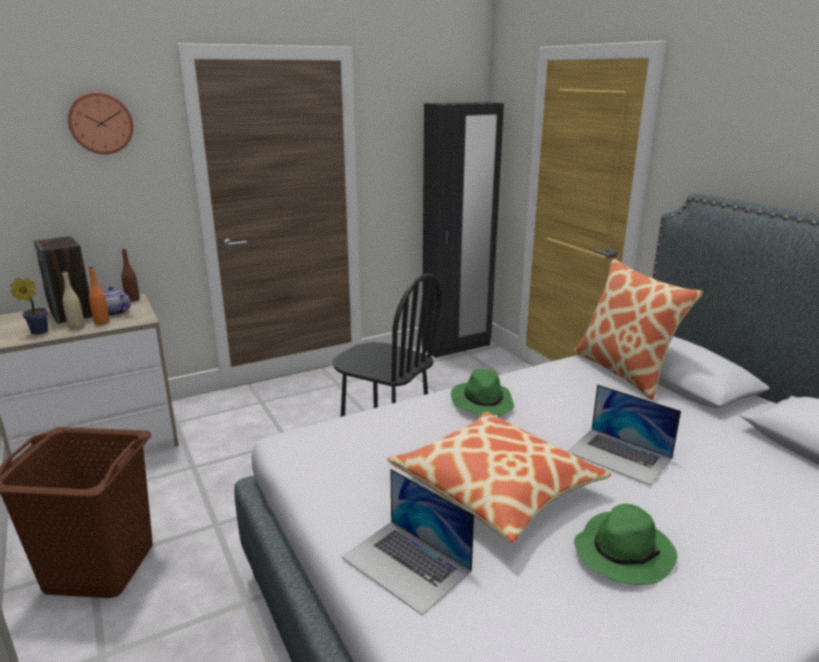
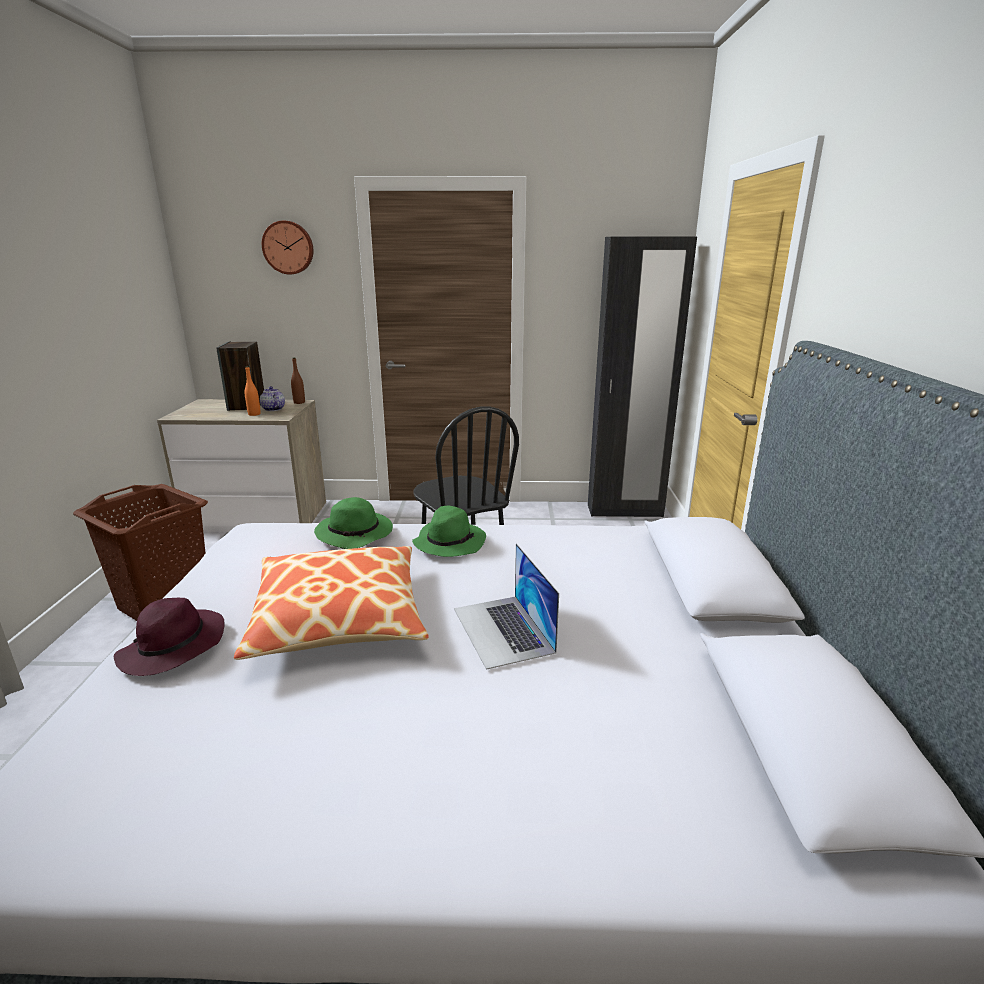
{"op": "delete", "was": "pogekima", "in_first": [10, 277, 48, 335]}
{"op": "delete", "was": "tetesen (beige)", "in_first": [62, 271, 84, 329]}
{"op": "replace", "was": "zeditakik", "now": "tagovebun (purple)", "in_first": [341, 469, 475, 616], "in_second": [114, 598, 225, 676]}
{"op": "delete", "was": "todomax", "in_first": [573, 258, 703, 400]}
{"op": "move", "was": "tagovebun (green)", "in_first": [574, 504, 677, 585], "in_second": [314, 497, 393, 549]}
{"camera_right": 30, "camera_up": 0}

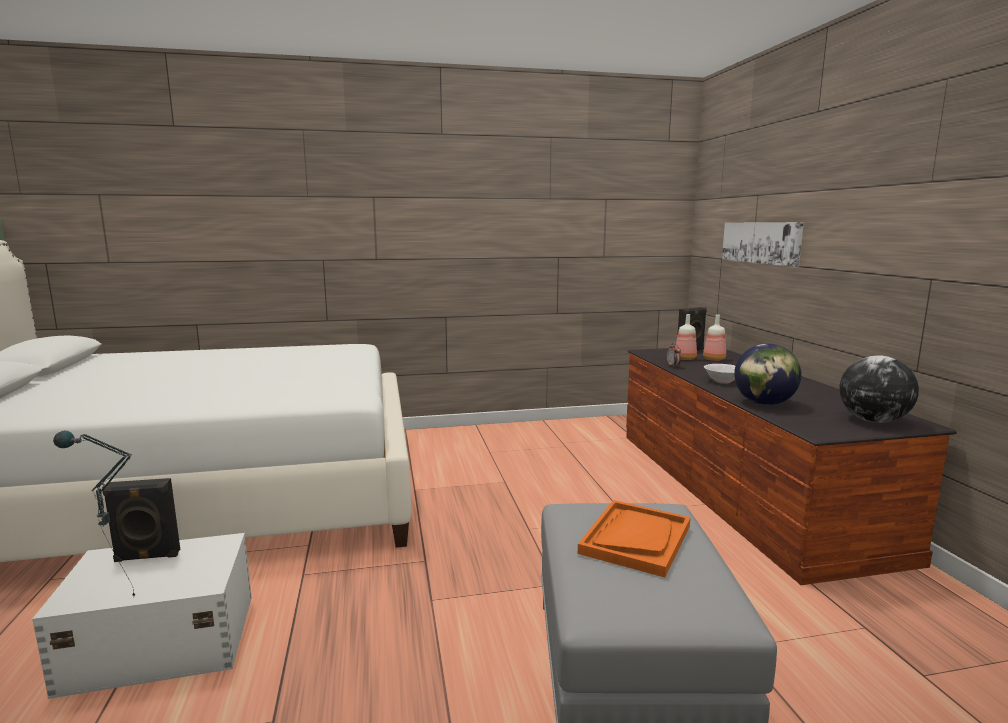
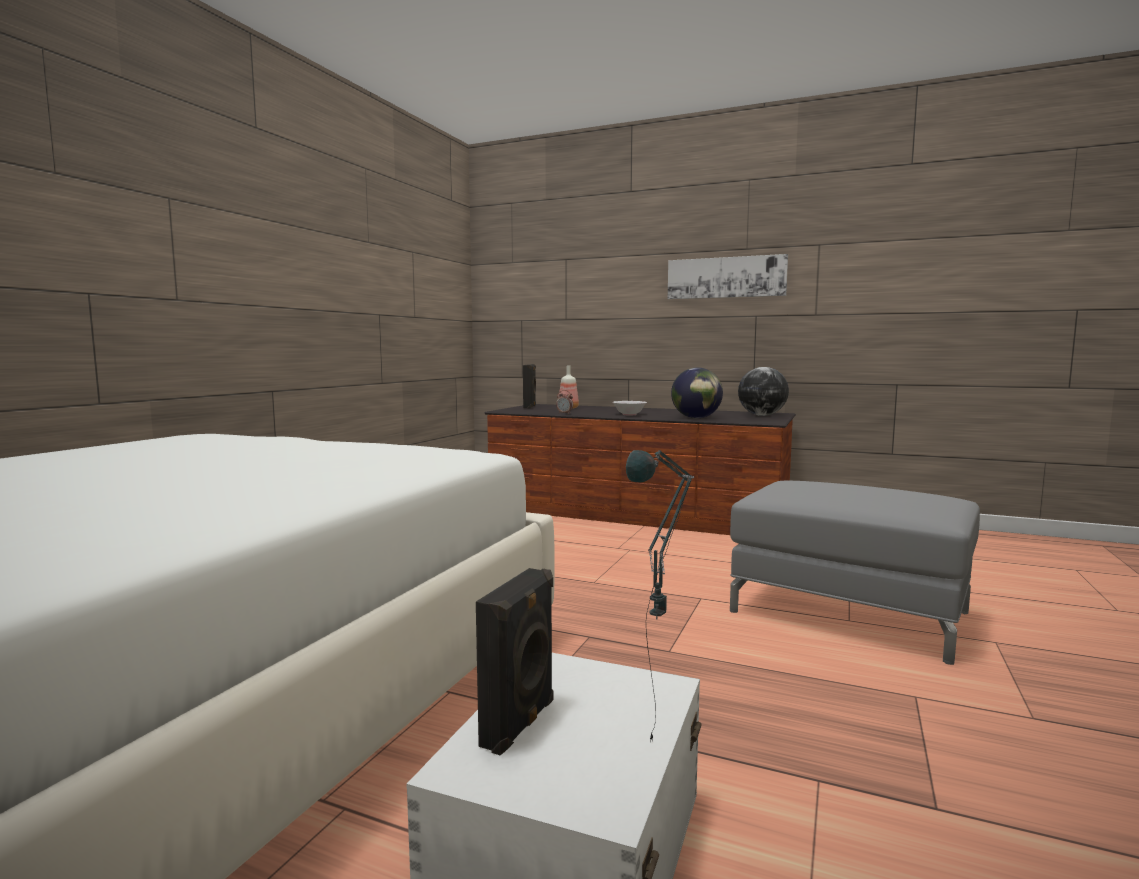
{"op": "delete", "was": "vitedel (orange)", "in_first": [578, 500, 691, 578]}
{"op": "delete", "was": "tetesen", "in_first": [675, 314, 697, 360]}
{"op": "move", "was": "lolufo", "in_first": [722, 222, 804, 267], "in_second": [668, 254, 788, 299]}
{"camera_right": -55, "camera_up": -5}

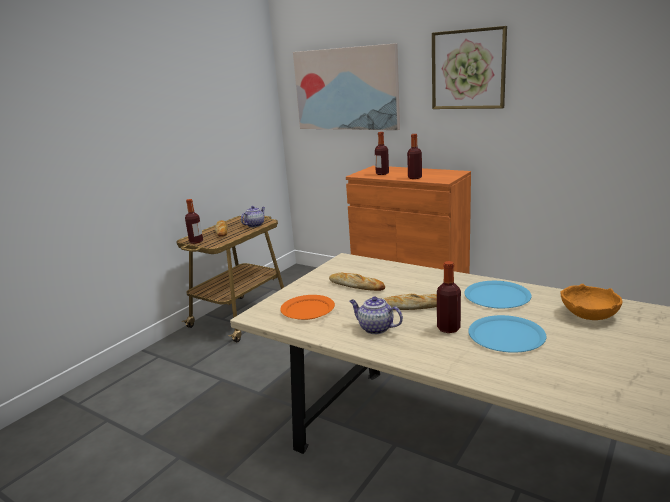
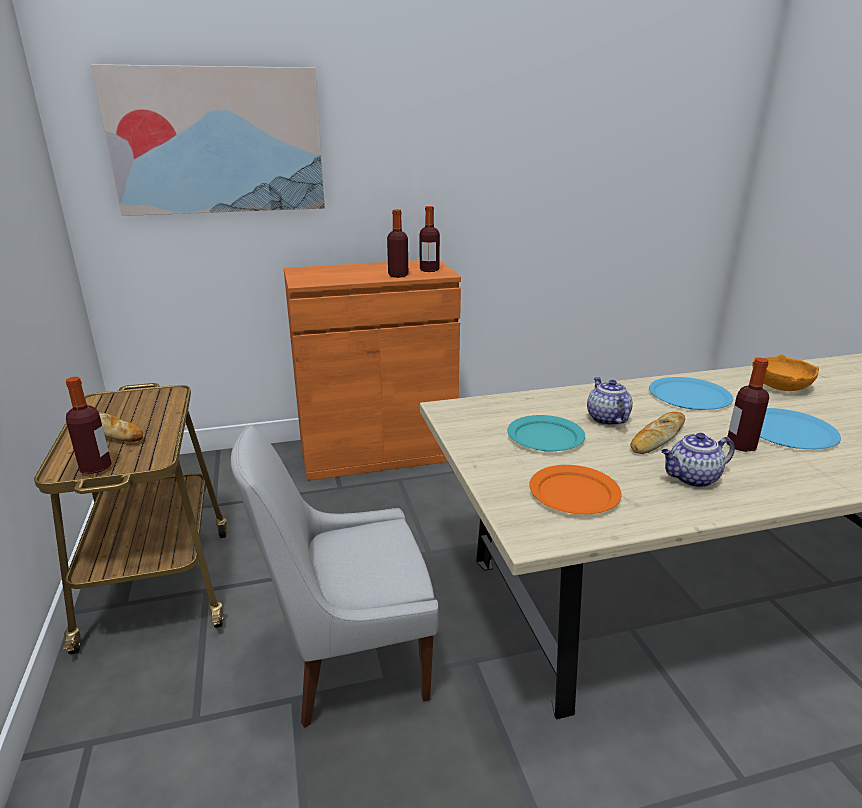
{"op": "move", "was": "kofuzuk", "in_first": [241, 206, 265, 227], "in_second": [587, 377, 633, 426]}
{"op": "replace", "was": "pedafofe", "now": "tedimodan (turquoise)", "in_first": [329, 273, 385, 291], "in_second": [507, 415, 585, 451]}
{"op": "move", "was": "tetesen", "in_first": [375, 132, 389, 175], "in_second": [419, 206, 440, 272]}
{"op": "delete", "was": "lolufo", "in_first": [432, 26, 507, 109]}
{"op": "insert", "now": "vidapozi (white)", "in_second": [231, 425, 438, 728]}
{"camera_right": -50, "camera_up": 5}

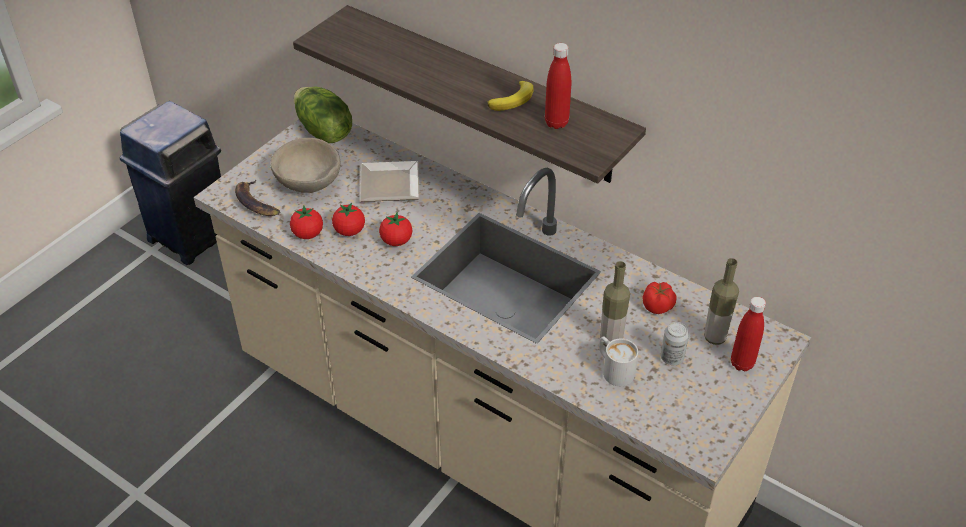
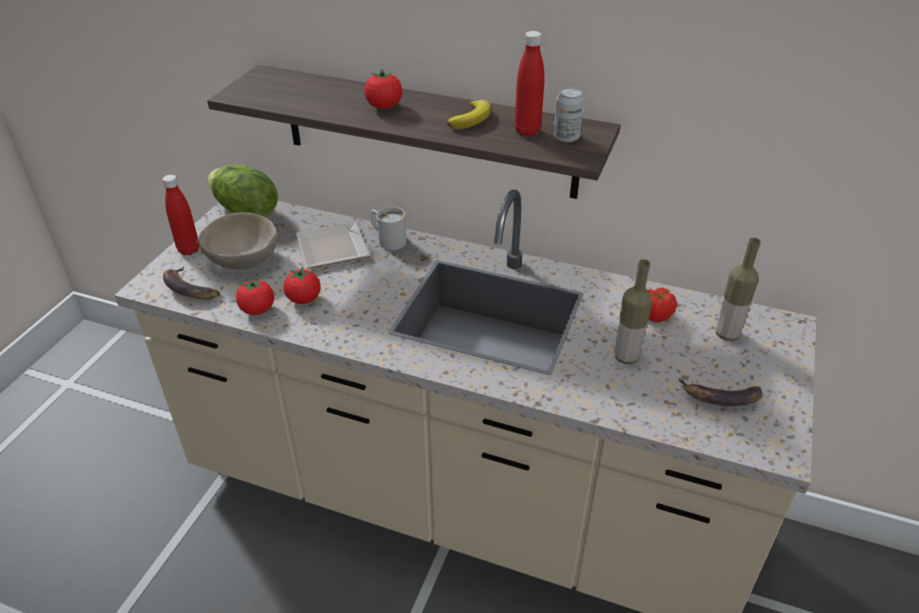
{"op": "delete", "was": "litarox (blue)", "in_first": [120, 101, 221, 265]}
{"op": "move", "was": "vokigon", "in_first": [379, 212, 412, 246], "in_second": [364, 69, 403, 109]}
{"op": "move", "was": "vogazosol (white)", "in_first": [599, 336, 638, 386], "in_second": [371, 207, 407, 250]}
{"op": "move", "was": "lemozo", "in_first": [661, 322, 689, 365], "in_second": [554, 88, 584, 142]}
{"op": "move", "was": "tetesen (red)", "in_first": [731, 297, 766, 371], "in_second": [162, 175, 199, 255]}
{"op": "insert", "now": "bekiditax", "in_second": [679, 378, 763, 406]}
{"camera_right": -15, "camera_up": -5}

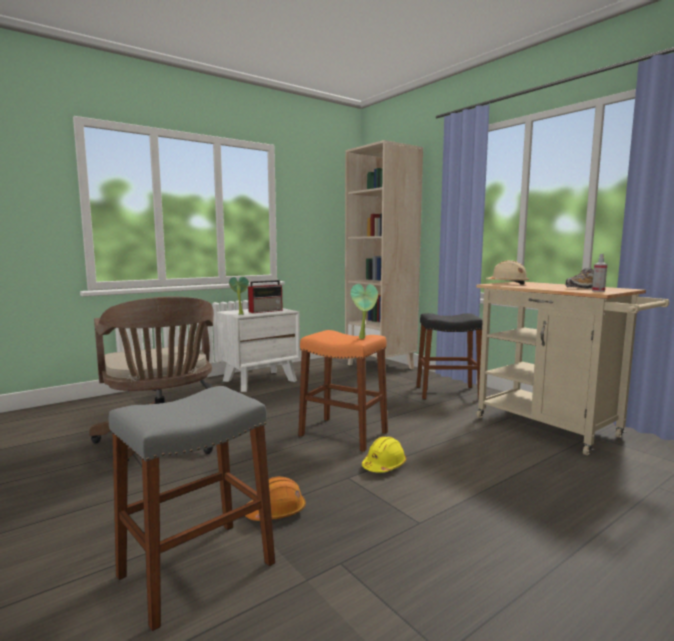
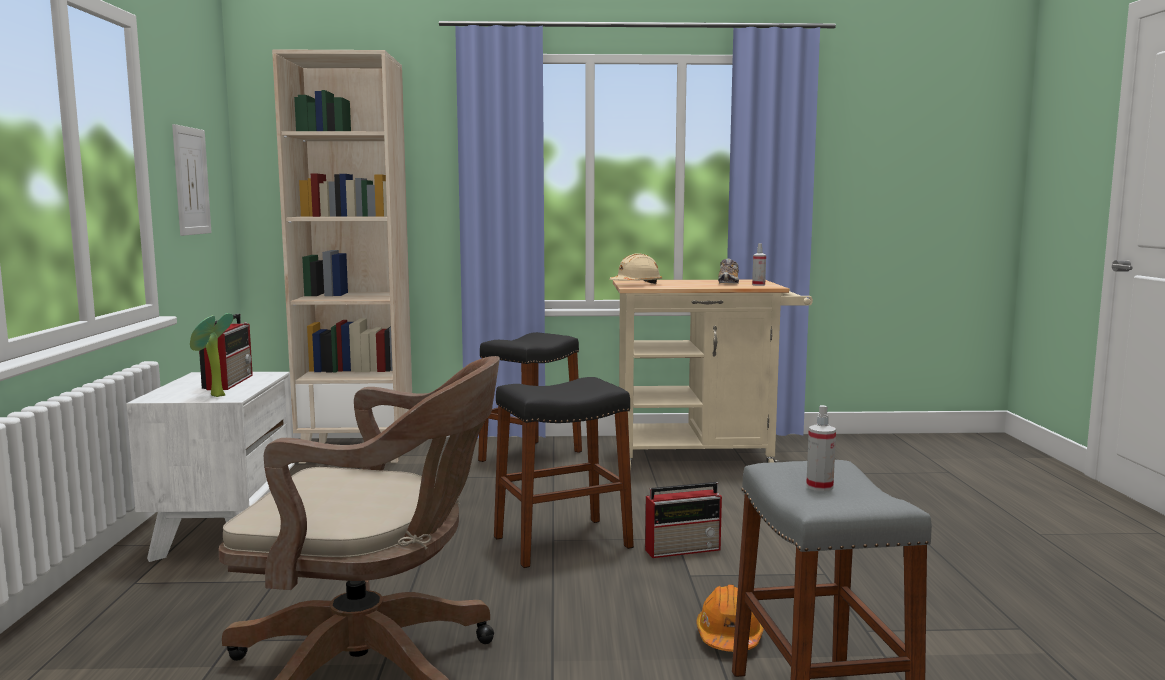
{"op": "recolor", "was": "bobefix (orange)", "now": "bobefix (black)", "in_first": [298, 330, 388, 452], "in_second": [494, 377, 634, 568]}
{"op": "delete", "was": "pogekima", "in_first": [351, 284, 378, 339]}
{"op": "replace", "was": "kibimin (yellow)", "now": "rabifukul", "in_first": [362, 436, 406, 473], "in_second": [645, 482, 722, 558]}
{"op": "insert", "now": "lolufo", "in_second": [172, 124, 211, 236]}
{"op": "insert", "now": "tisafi", "in_second": [806, 405, 836, 491]}
{"camera_right": -55, "camera_up": 0}

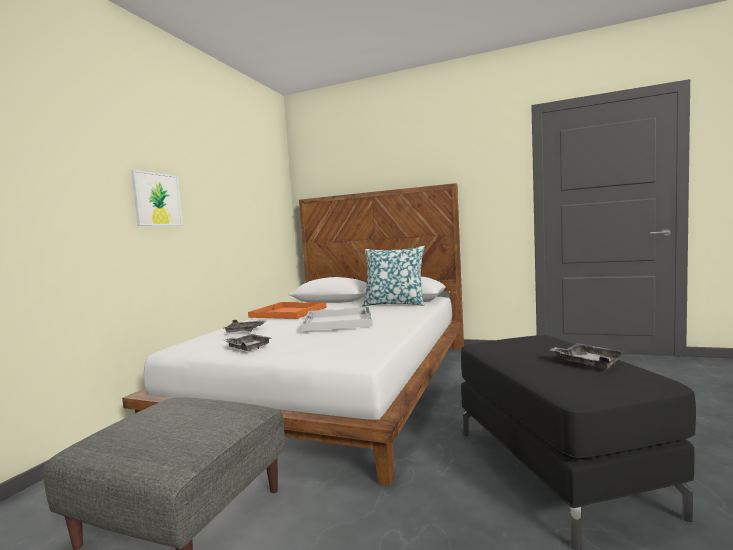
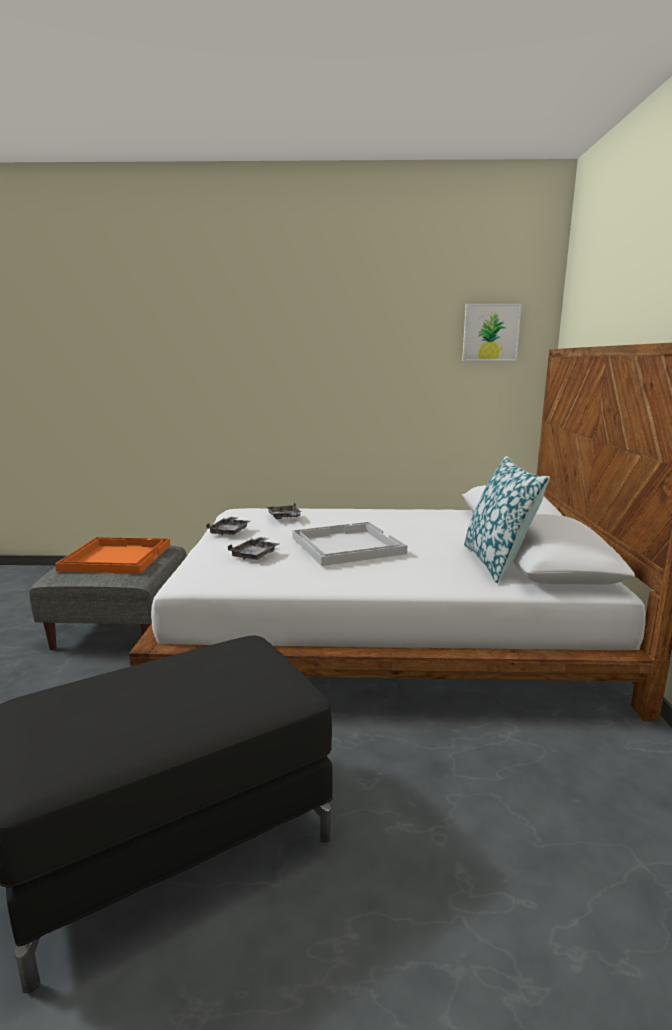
{"op": "move", "was": "lolufo", "in_first": [131, 170, 183, 226], "in_second": [462, 304, 522, 361]}
{"op": "move", "was": "vitedel (orange)", "in_first": [248, 302, 327, 319], "in_second": [55, 537, 170, 574]}
{"op": "move", "was": "vitedel (grey)", "in_first": [550, 343, 624, 369], "in_second": [228, 537, 279, 560]}
{"camera_right": 70, "camera_up": 10}

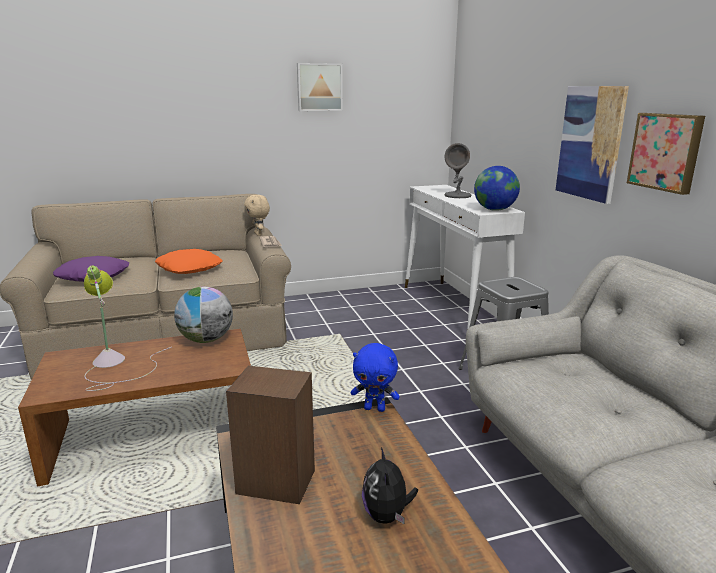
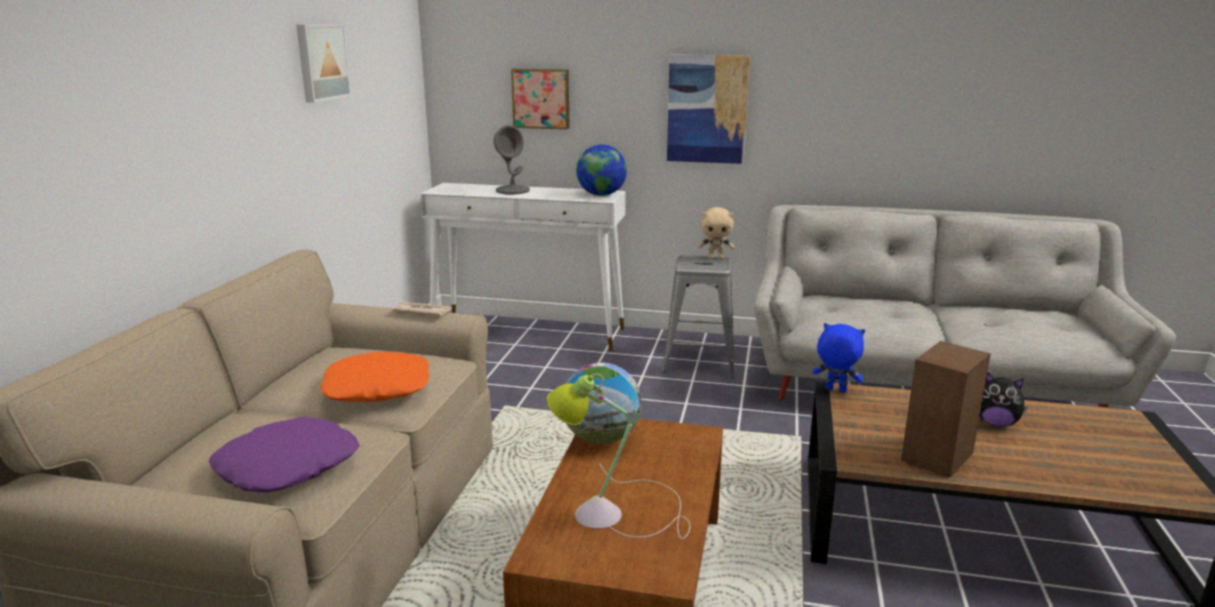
{"op": "move", "was": "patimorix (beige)", "in_first": [244, 195, 270, 236], "in_second": [698, 207, 734, 259]}
{"op": "rotate", "was": "patimorix (blue)", "in_first": [351, 343, 399, 412], "in_second": [813, 323, 865, 393], "clockwise": -105}
{"op": "move", "was": "lolufo", "in_first": [627, 113, 705, 195], "in_second": [511, 69, 570, 129]}
{"camera_right": -60, "camera_up": 0}

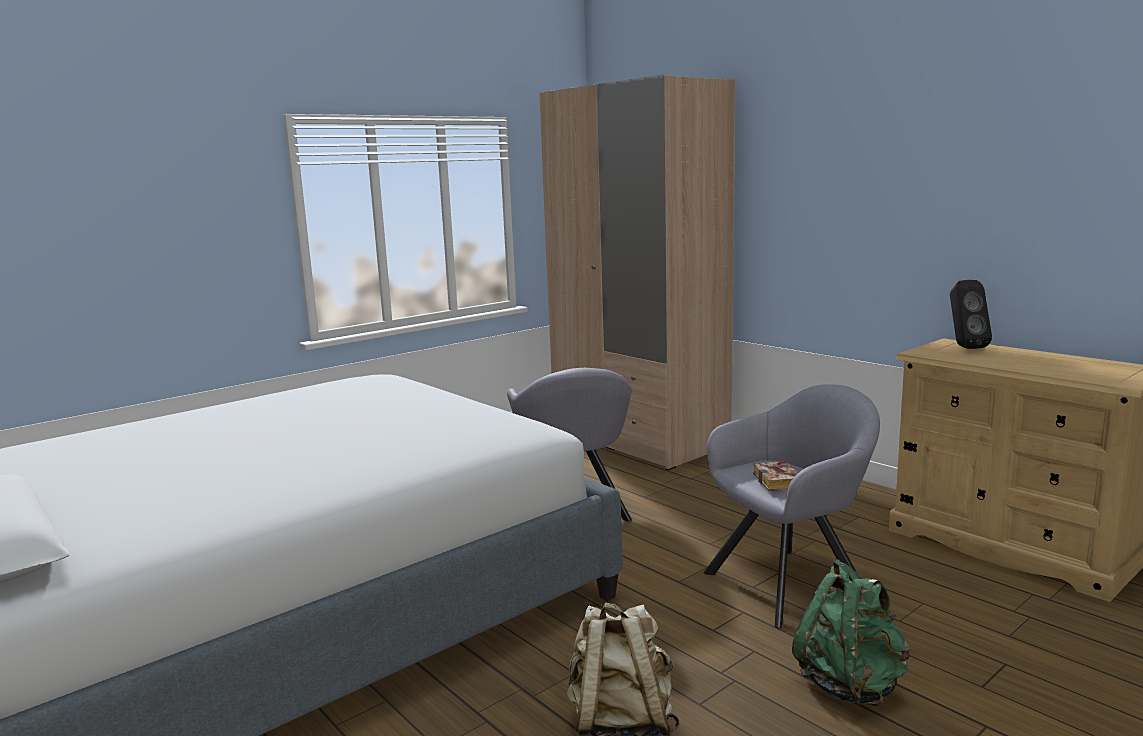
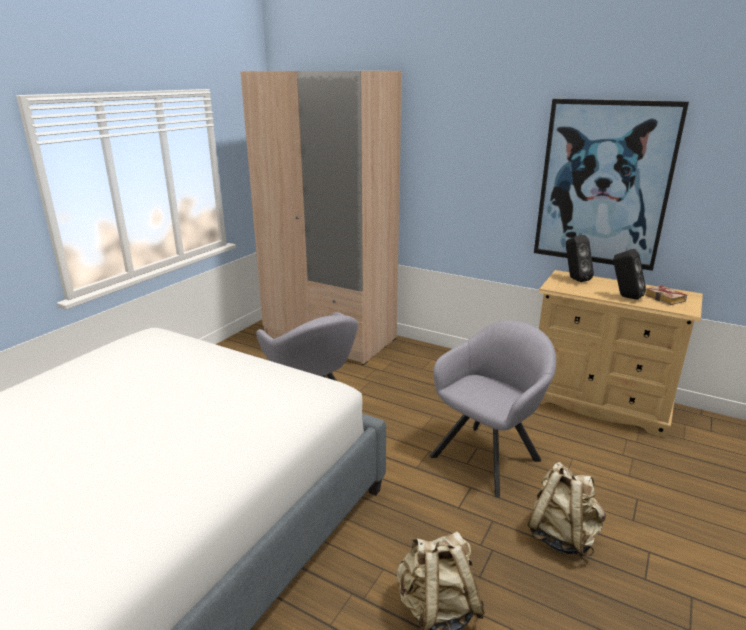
{"op": "move", "was": "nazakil", "in_first": [753, 461, 798, 491], "in_second": [645, 285, 687, 305]}
{"op": "recolor", "was": "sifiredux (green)", "now": "sifiredux (beige)", "in_first": [792, 559, 910, 706], "in_second": [527, 462, 606, 559]}
{"op": "insert", "now": "lolufo", "in_second": [534, 99, 689, 271]}
{"op": "insert", "now": "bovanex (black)", "in_second": [613, 249, 646, 300]}
{"camera_right": -20, "camera_up": 10}

